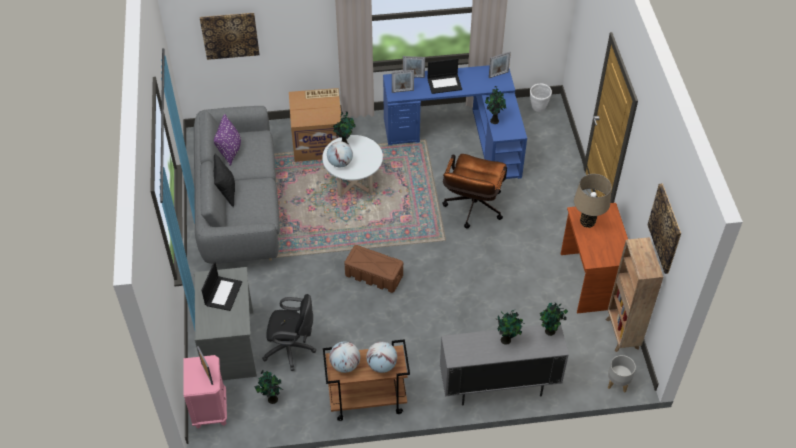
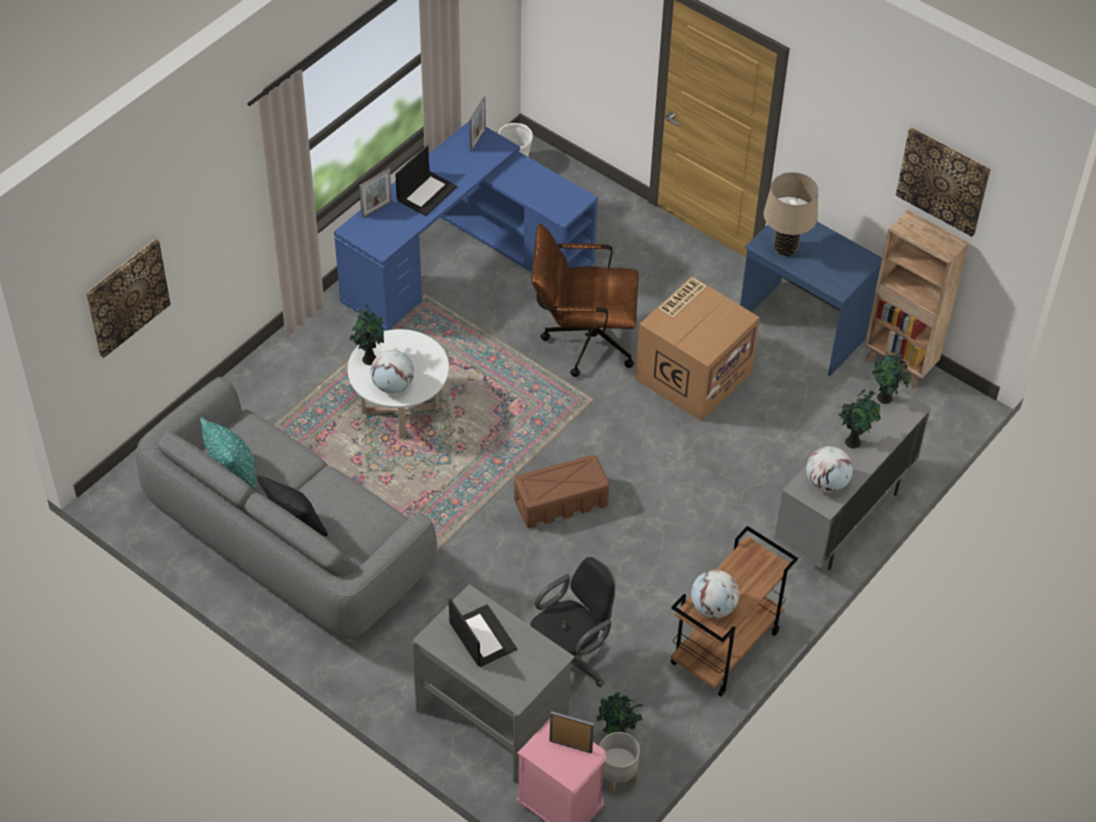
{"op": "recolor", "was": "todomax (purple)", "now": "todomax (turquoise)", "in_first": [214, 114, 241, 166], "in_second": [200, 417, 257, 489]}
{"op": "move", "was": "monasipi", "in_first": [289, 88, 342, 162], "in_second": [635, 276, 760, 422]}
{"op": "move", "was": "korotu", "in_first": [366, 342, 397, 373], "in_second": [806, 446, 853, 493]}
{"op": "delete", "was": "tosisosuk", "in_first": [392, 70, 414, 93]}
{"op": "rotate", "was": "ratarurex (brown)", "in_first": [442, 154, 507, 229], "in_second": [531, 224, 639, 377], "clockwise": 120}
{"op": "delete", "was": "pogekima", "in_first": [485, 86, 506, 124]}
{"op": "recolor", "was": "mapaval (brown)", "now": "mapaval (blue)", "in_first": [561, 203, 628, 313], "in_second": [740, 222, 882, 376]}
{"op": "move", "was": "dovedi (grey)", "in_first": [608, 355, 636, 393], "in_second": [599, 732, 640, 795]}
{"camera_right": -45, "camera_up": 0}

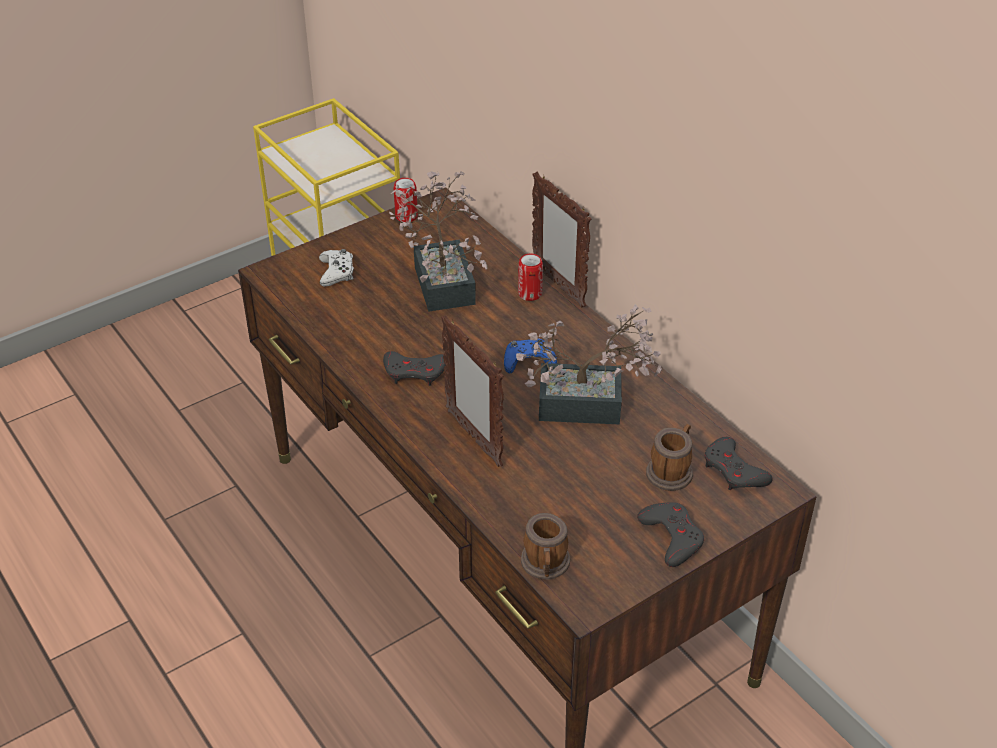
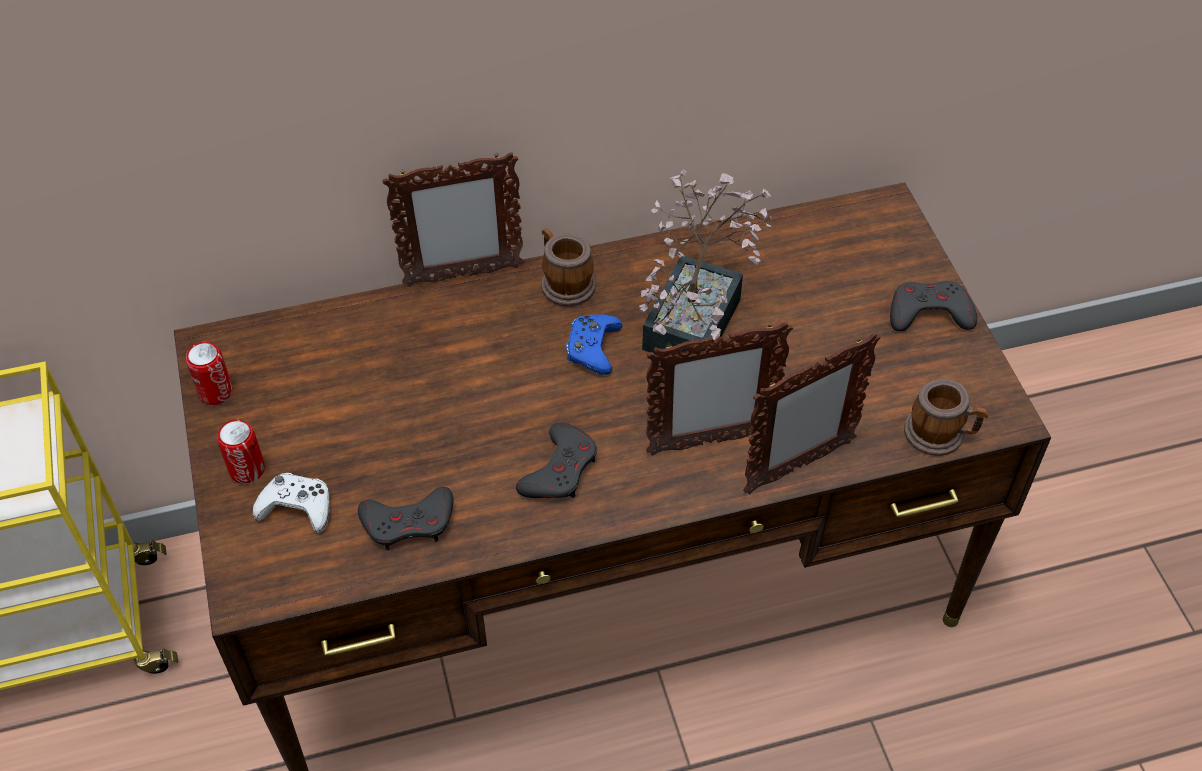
{"op": "delete", "was": "pogekima", "in_first": [389, 171, 487, 312]}
{"op": "move", "was": "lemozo", "in_first": [518, 253, 543, 301], "in_second": [217, 419, 265, 484]}
{"op": "move", "was": "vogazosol", "in_first": [646, 424, 693, 491], "in_second": [541, 228, 596, 307]}
{"op": "move", "was": "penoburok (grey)", "in_first": [704, 437, 773, 490], "in_second": [358, 487, 454, 550]}
{"op": "insert", "now": "tosisosuk", "in_second": [743, 332, 881, 494]}
{"camera_right": -70, "camera_up": 10}

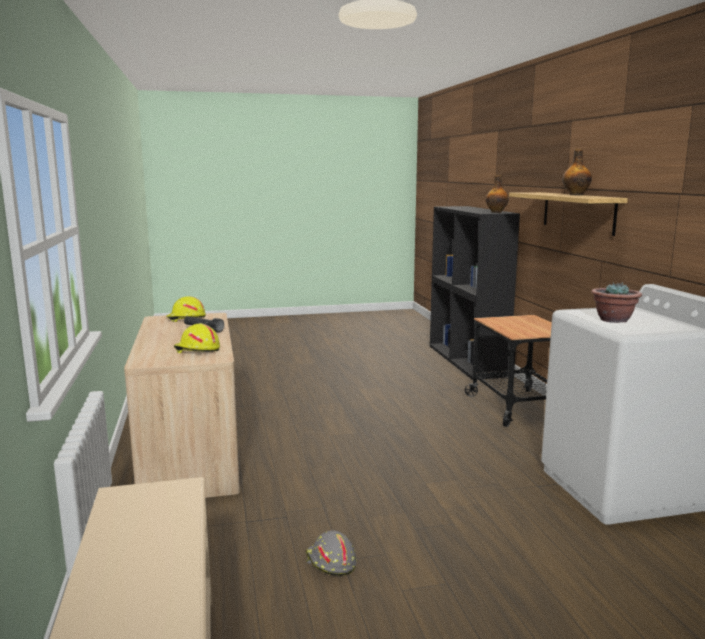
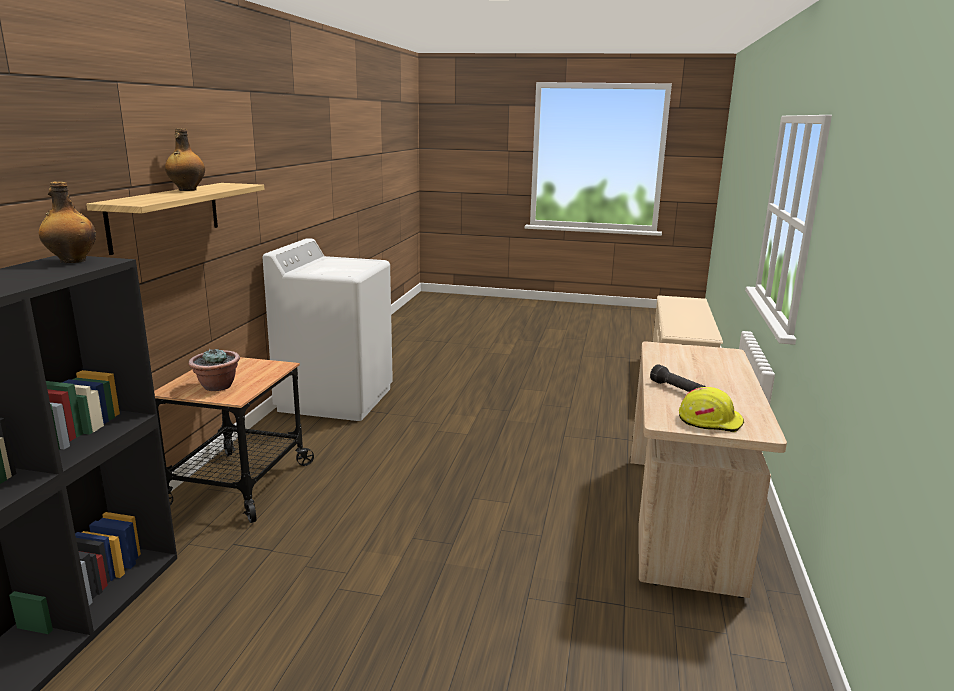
{"op": "delete", "was": "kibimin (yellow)", "in_first": [174, 324, 220, 353]}
{"op": "delete", "was": "kibimin (grey)", "in_first": [306, 531, 357, 576]}
{"op": "move", "was": "pogekima", "in_first": [591, 282, 642, 323], "in_second": [188, 349, 240, 391]}
{"camera_right": -155, "camera_up": 5}

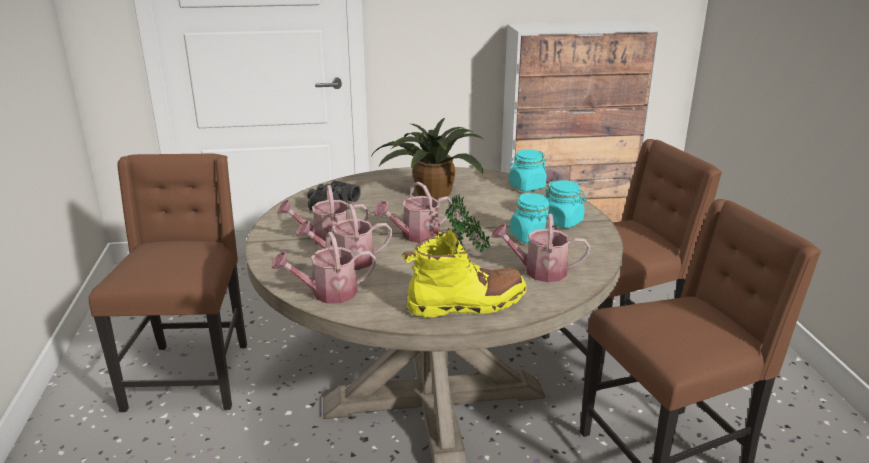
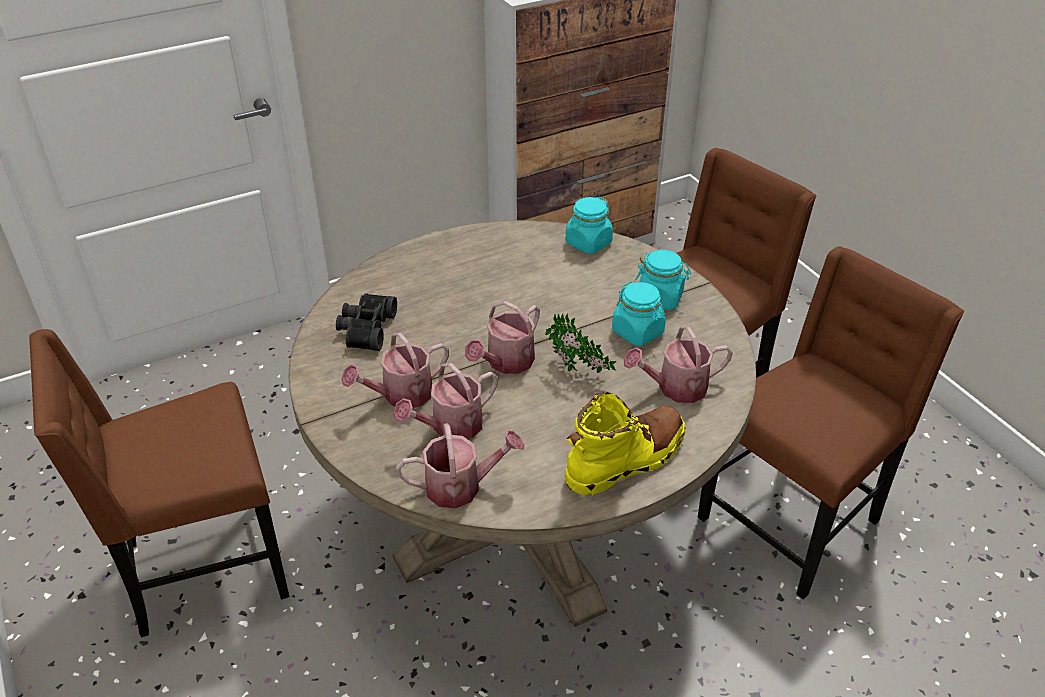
{"op": "rotate", "was": "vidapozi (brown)", "in_first": [89, 154, 247, 412], "in_second": [29, 329, 289, 638], "clockwise": -90}
{"op": "rotate", "was": "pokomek", "in_first": [272, 232, 376, 304], "in_second": [396, 423, 525, 509], "clockwise": -150}
{"op": "delete", "was": "pogekima", "in_first": [372, 118, 485, 200]}
{"camera_right": -20, "camera_up": 15}

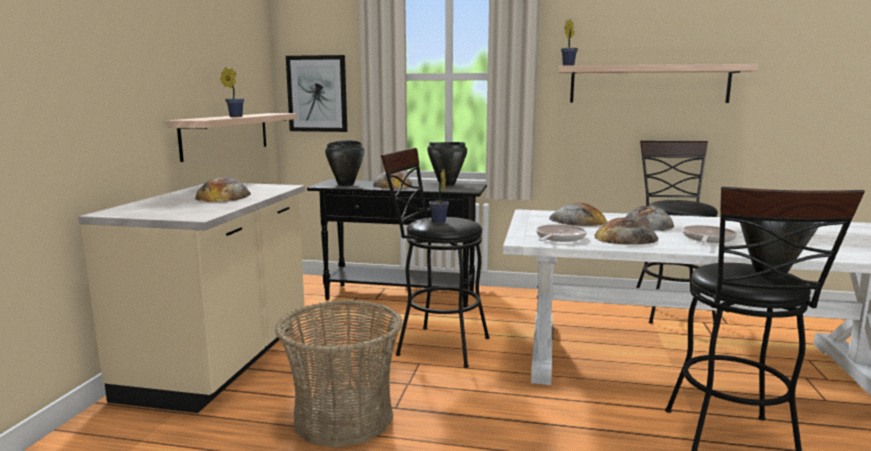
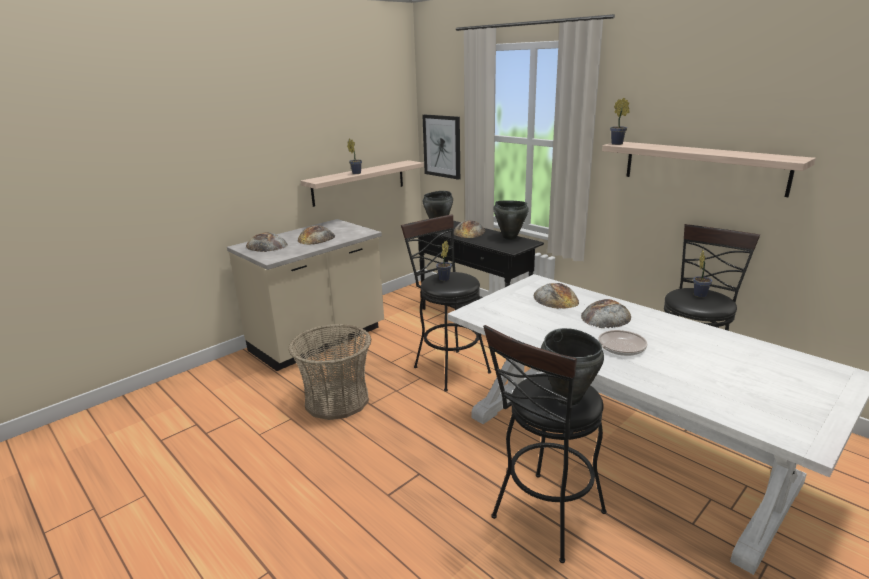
{"op": "delete", "was": "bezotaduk", "in_first": [536, 224, 587, 242]}
{"op": "move", "was": "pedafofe", "in_first": [594, 218, 659, 244], "in_second": [246, 232, 288, 252]}
{"op": "insert", "now": "pogekima", "in_second": [693, 250, 712, 298]}
{"camera_right": 35, "camera_up": 10}

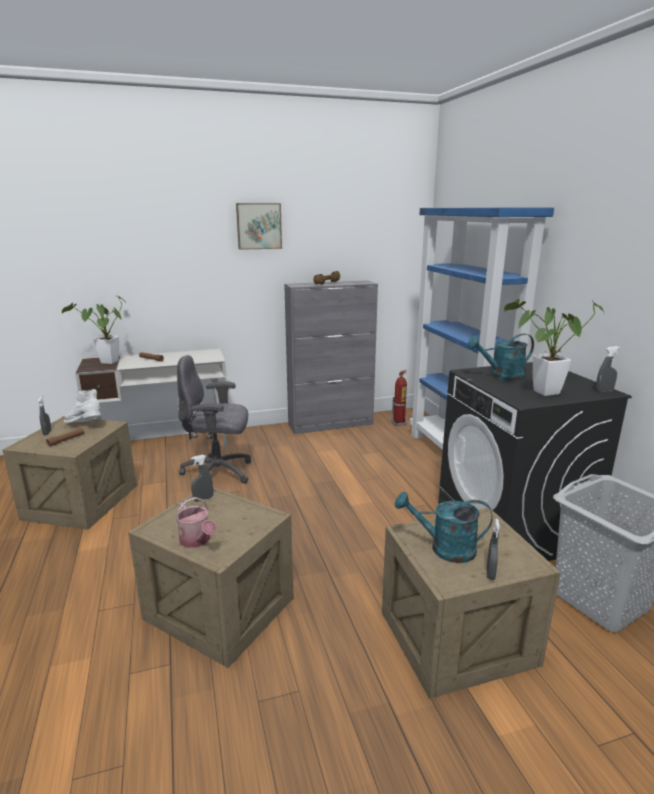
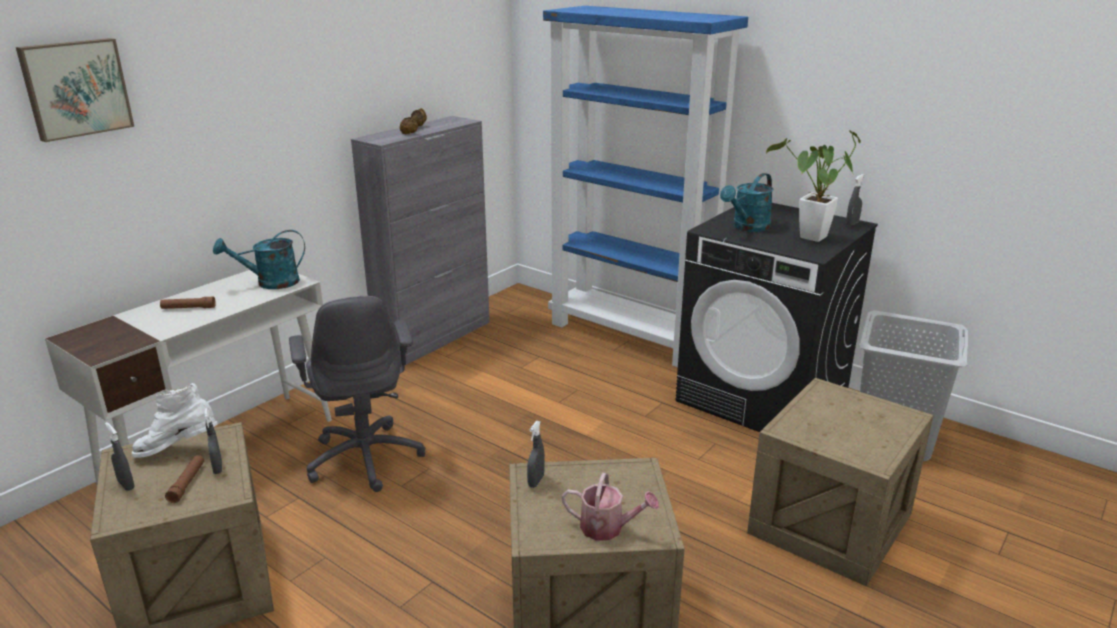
{"op": "delete", "was": "pogekima", "in_first": [62, 296, 126, 364]}
{"op": "rotate", "was": "ratarurex (grey)", "in_first": [177, 355, 251, 484], "in_second": [289, 296, 425, 492], "clockwise": -75}
{"op": "move", "was": "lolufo", "in_first": [236, 203, 282, 250], "in_second": [16, 38, 134, 142]}
{"op": "delete", "was": "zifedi", "in_first": [391, 370, 407, 426]}
{"op": "move", "was": "pokomek (turquoise)", "in_first": [395, 492, 493, 563], "in_second": [213, 230, 305, 289]}
{"op": "move", "was": "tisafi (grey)", "in_first": [487, 519, 500, 580], "in_second": [204, 408, 222, 474]}
{"camera_right": -35, "camera_up": 5}

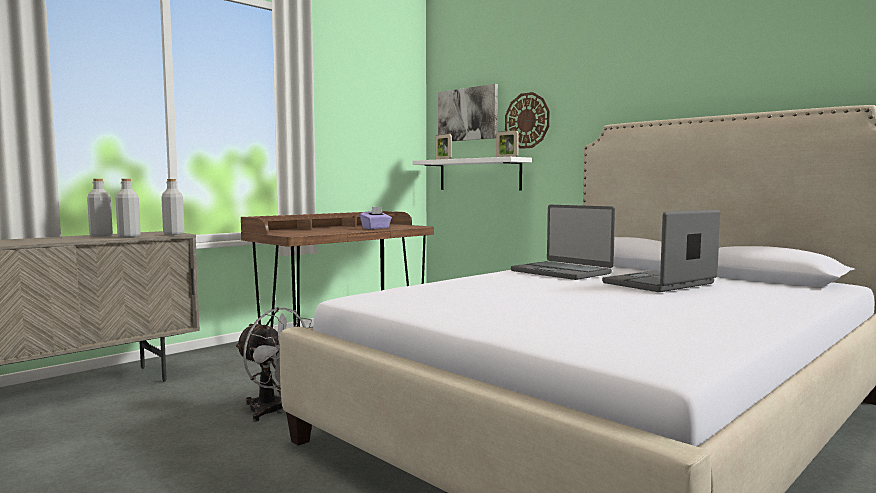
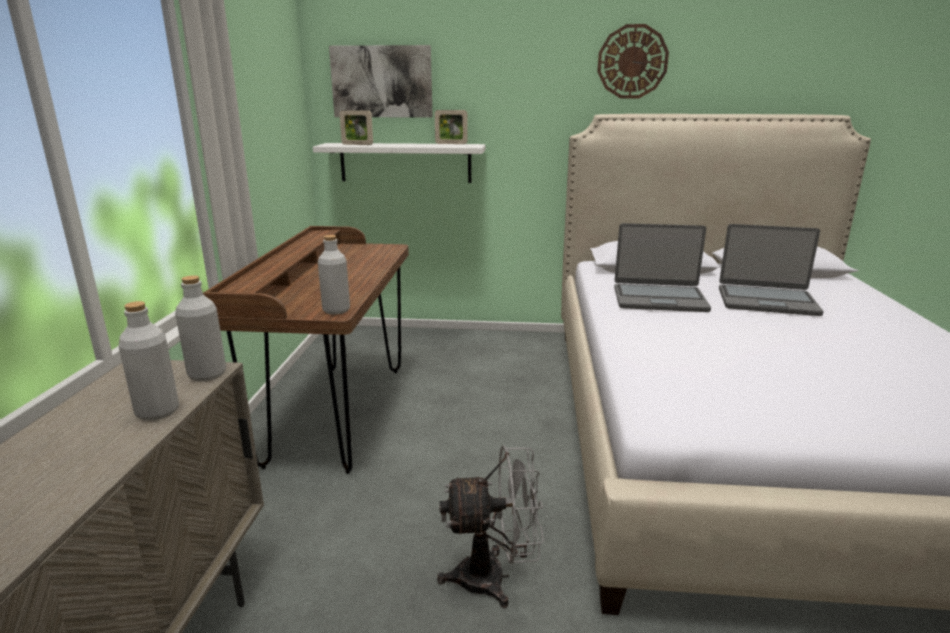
{"op": "move", "was": "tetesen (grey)", "in_first": [87, 179, 113, 237], "in_second": [318, 235, 350, 315]}
{"op": "delete", "was": "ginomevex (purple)", "in_first": [360, 207, 392, 229]}
{"op": "move", "was": "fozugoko", "in_first": [505, 92, 550, 149], "in_second": [597, 24, 669, 99]}
{"op": "rotate", "was": "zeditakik", "in_first": [602, 209, 720, 292], "in_second": [719, 224, 824, 316], "clockwise": -90}
{"camera_right": -40, "camera_up": 15}

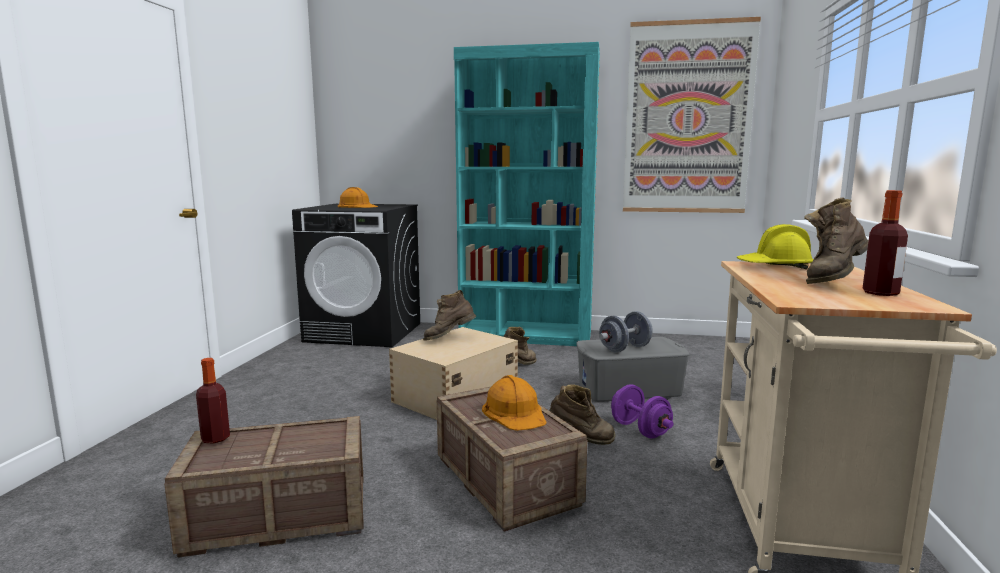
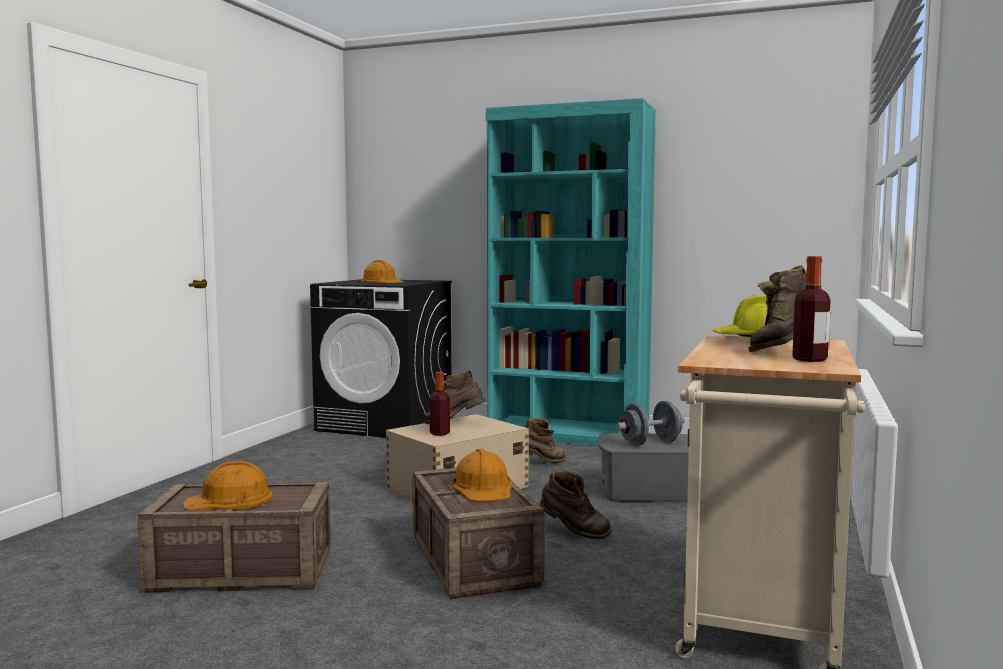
{"op": "move", "was": "tetesen", "in_first": [196, 358, 230, 444], "in_second": [430, 372, 450, 436]}
{"op": "delete", "was": "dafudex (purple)", "in_first": [611, 384, 674, 439]}
{"op": "delete", "was": "lolufo", "in_first": [623, 17, 761, 213]}
{"op": "insert", "now": "kibimin (orange)", "in_second": [183, 461, 273, 510]}
{"camera_right": 10, "camera_up": -5}

